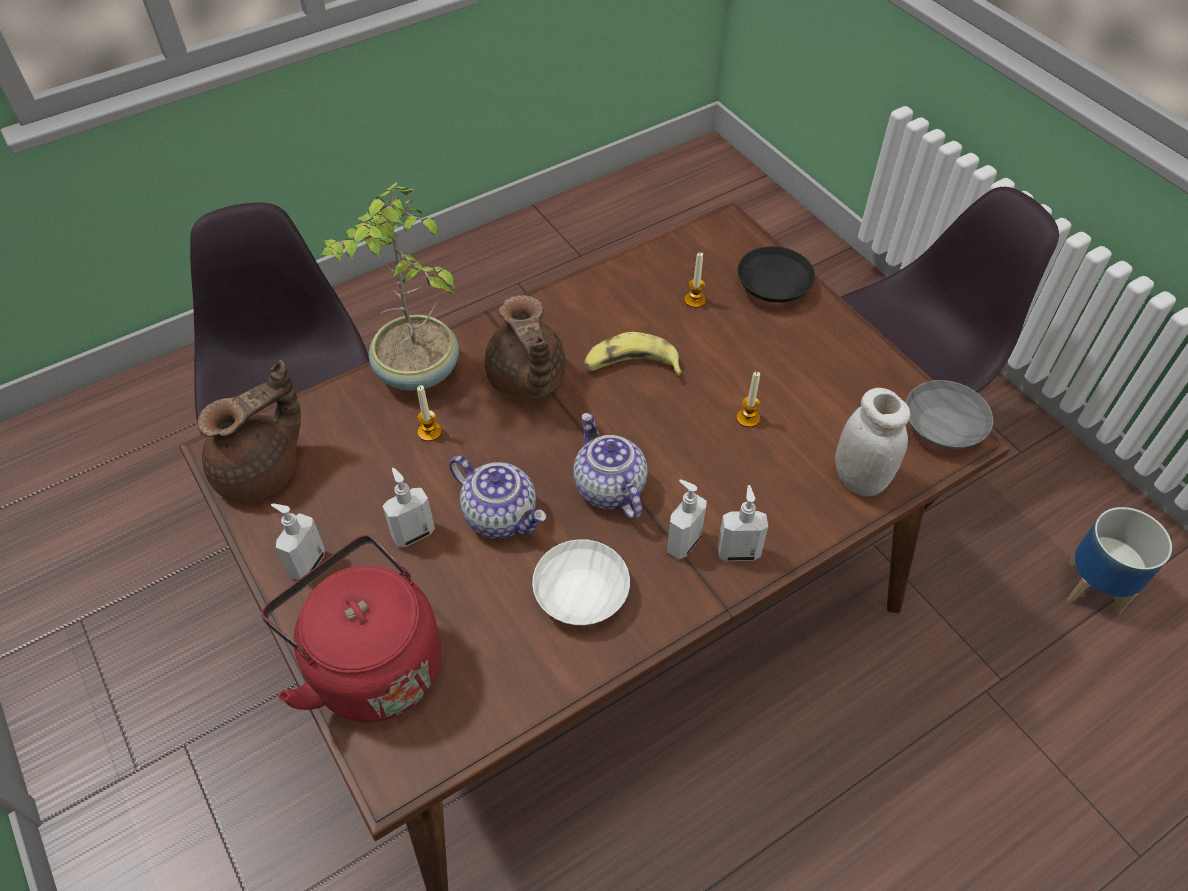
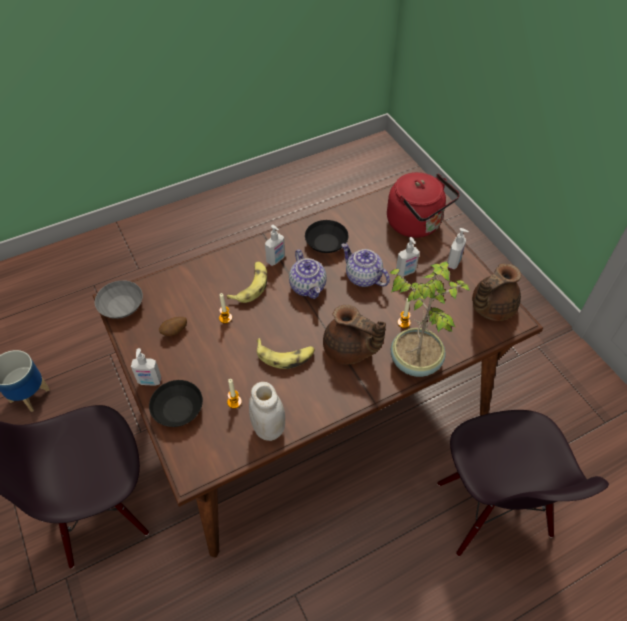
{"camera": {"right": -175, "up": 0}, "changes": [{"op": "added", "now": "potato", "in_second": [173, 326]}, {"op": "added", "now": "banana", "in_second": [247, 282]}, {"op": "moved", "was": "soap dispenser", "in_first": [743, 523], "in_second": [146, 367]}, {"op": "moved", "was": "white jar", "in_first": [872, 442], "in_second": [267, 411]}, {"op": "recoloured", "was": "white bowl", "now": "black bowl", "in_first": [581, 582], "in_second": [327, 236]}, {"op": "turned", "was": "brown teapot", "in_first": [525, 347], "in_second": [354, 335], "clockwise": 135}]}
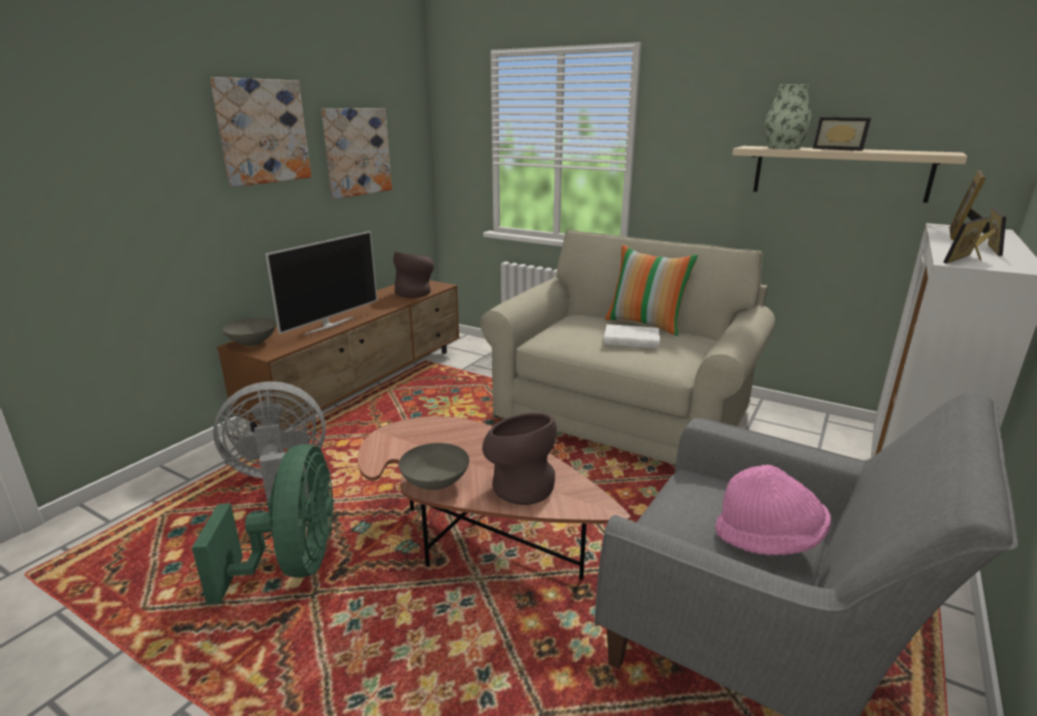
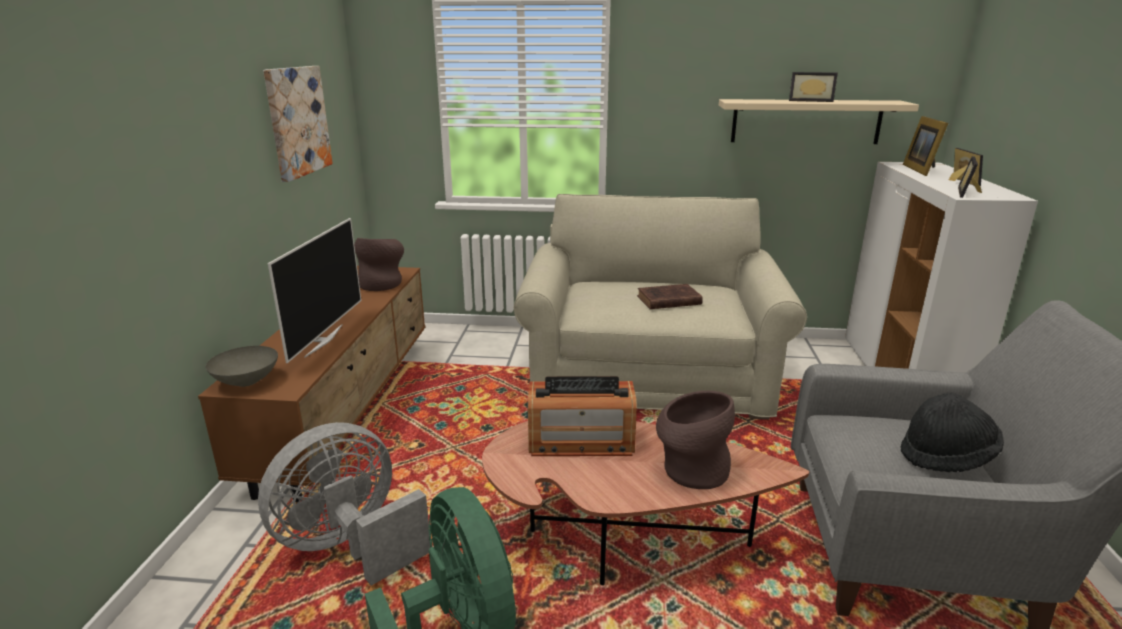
{"camera": {"right": -25, "up": 0}, "changes": [{"op": "removed", "was": "picture", "in_first": [260, 132]}, {"op": "removed", "was": "grey bowl", "in_first": [434, 466]}, {"op": "removed", "was": "pillow", "in_first": [651, 290]}, {"op": "removed", "was": "vase", "in_first": [788, 116]}, {"op": "added", "now": "radio", "in_second": [582, 416]}, {"op": "recoloured", "was": "white book", "now": "brown book", "in_first": [632, 336], "in_second": [670, 296]}, {"op": "recoloured", "was": "pink hat", "now": "black hat", "in_first": [773, 510], "in_second": [952, 432]}]}
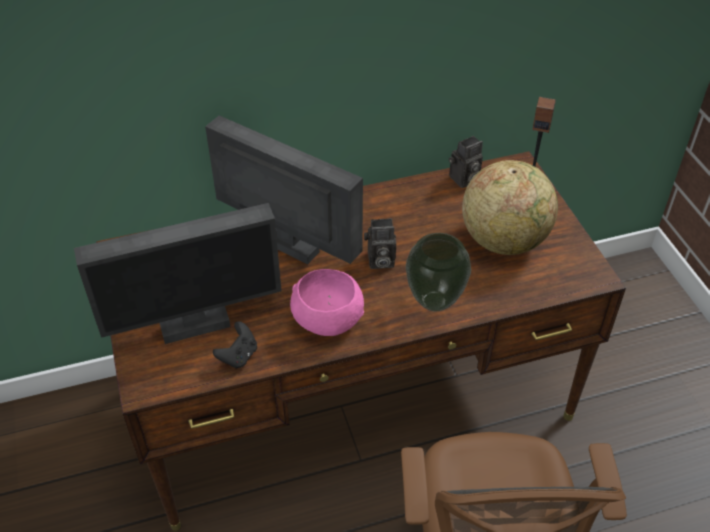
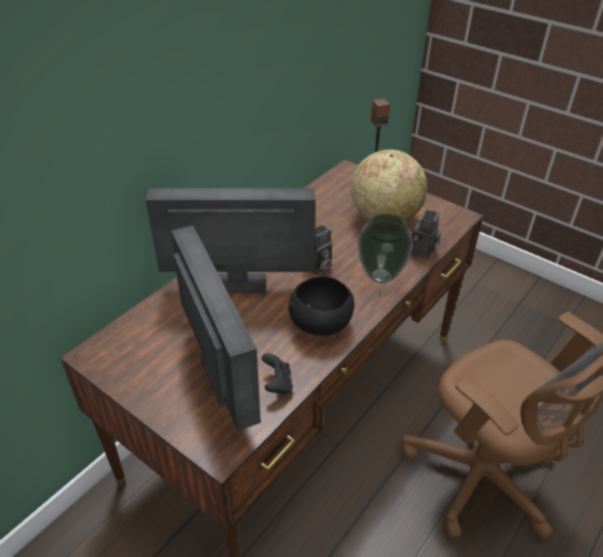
{"camera": {"right": -35, "up": -5}, "changes": [{"op": "moved", "was": "photo camera", "in_first": [466, 162], "in_second": [426, 234]}, {"op": "recoloured", "was": "pink bowl", "now": "black bowl", "in_first": [327, 302], "in_second": [321, 306]}, {"op": "turned", "was": "monitor", "in_first": [178, 273], "in_second": [216, 328], "clockwise": -60}]}
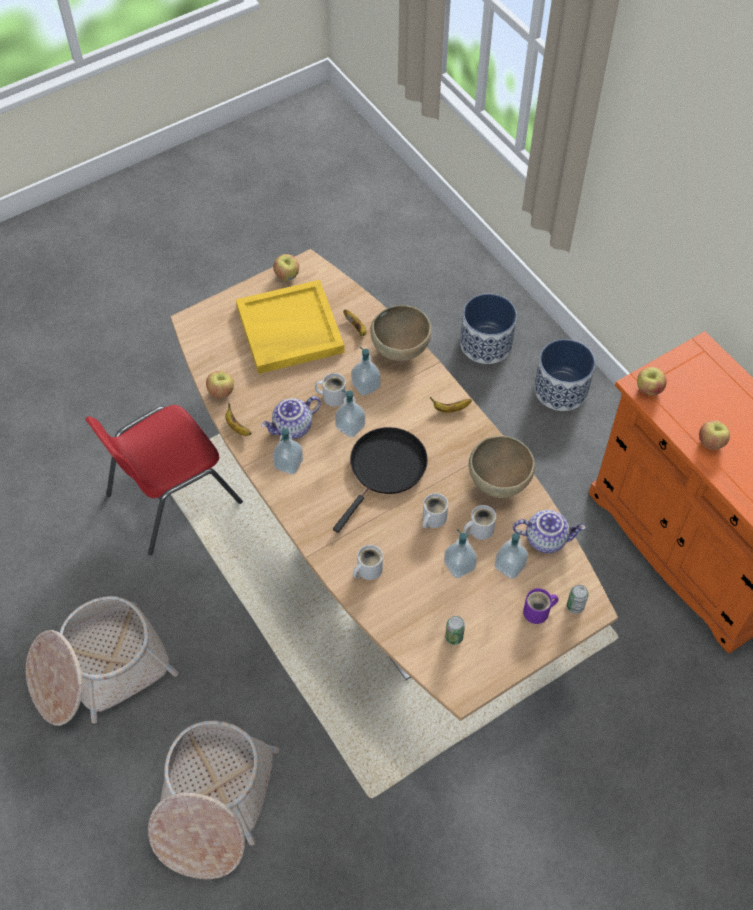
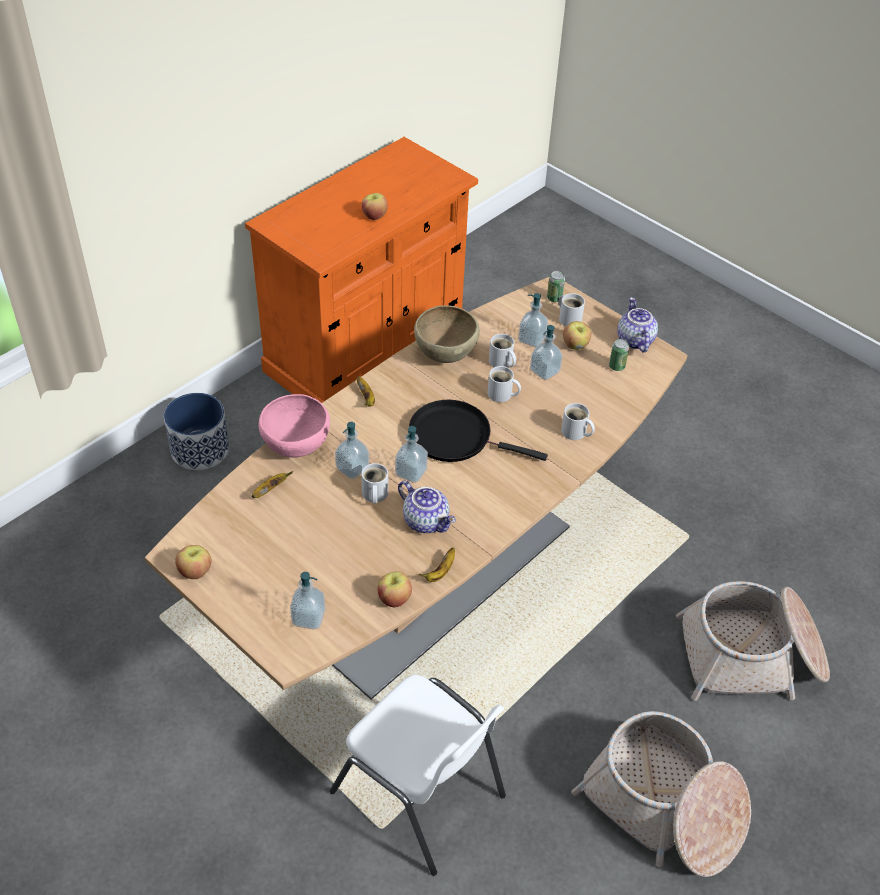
{"camera": {"right": -105, "up": -10}, "changes": [{"op": "removed", "was": "yellow tray", "in_first": [290, 327]}, {"op": "removed", "was": "planter", "in_first": [488, 329]}, {"op": "moved", "was": "soap dispenser", "in_first": [288, 451], "in_second": [307, 600]}, {"op": "moved", "was": "teapot", "in_first": [549, 531], "in_second": [637, 325]}, {"op": "moved", "was": "apple", "in_first": [652, 381], "in_second": [577, 335]}, {"op": "recoloured", "was": "red chair", "now": "white chair", "in_first": [164, 480], "in_second": [418, 775]}, {"op": "recoloured", "was": "brown bowl", "now": "pink bowl", "in_first": [401, 333], "in_second": [294, 426]}, {"op": "recoloured", "was": "purple mug", "now": "white mug", "in_first": [541, 606], "in_second": [571, 309]}]}
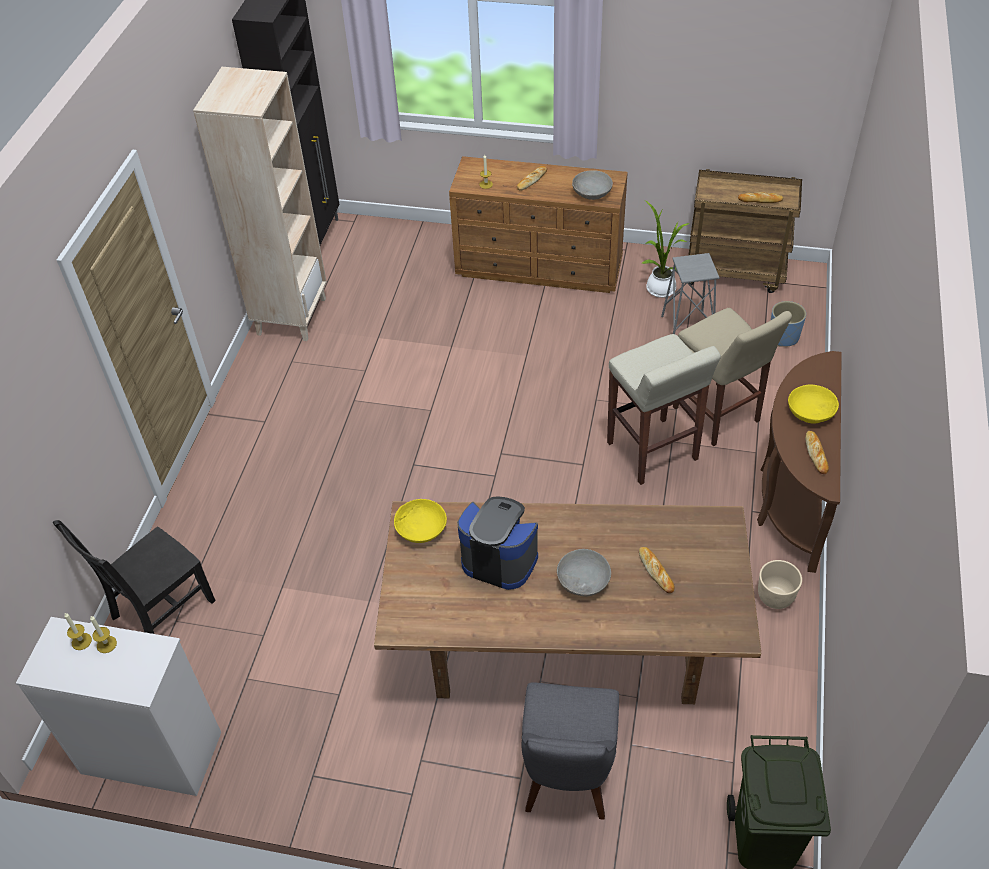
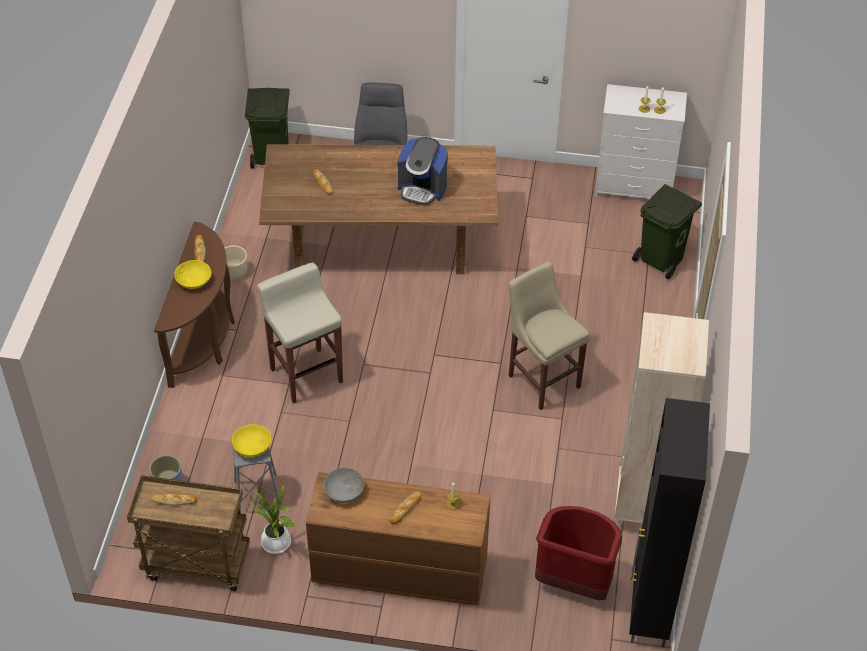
{"camera": {"right": 175, "up": 0}, "changes": [{"op": "removed", "was": "grey bowl", "in_first": [584, 573]}, {"op": "added", "now": "red trash can", "in_second": [578, 553]}, {"op": "moved", "was": "yellow bowl", "in_first": [420, 521], "in_second": [251, 440]}, {"op": "moved", "was": "beige stool", "in_first": [732, 377], "in_second": [549, 336]}, {"op": "replaced", "was": "black chair", "now": "green trash can", "in_first": [134, 577], "in_second": [667, 231]}]}
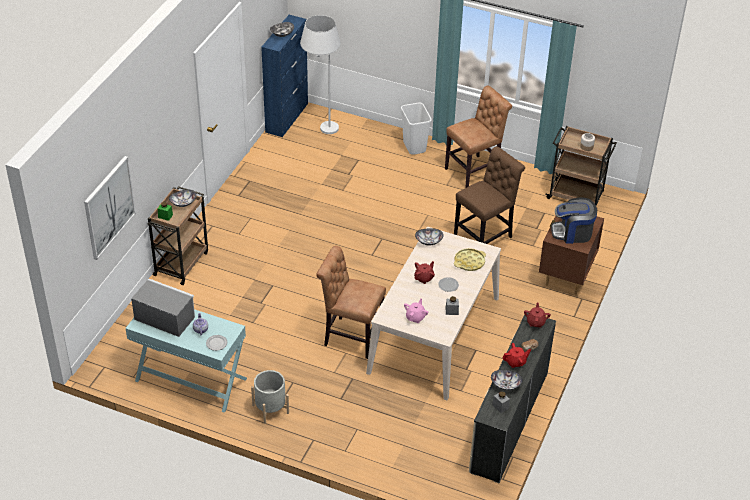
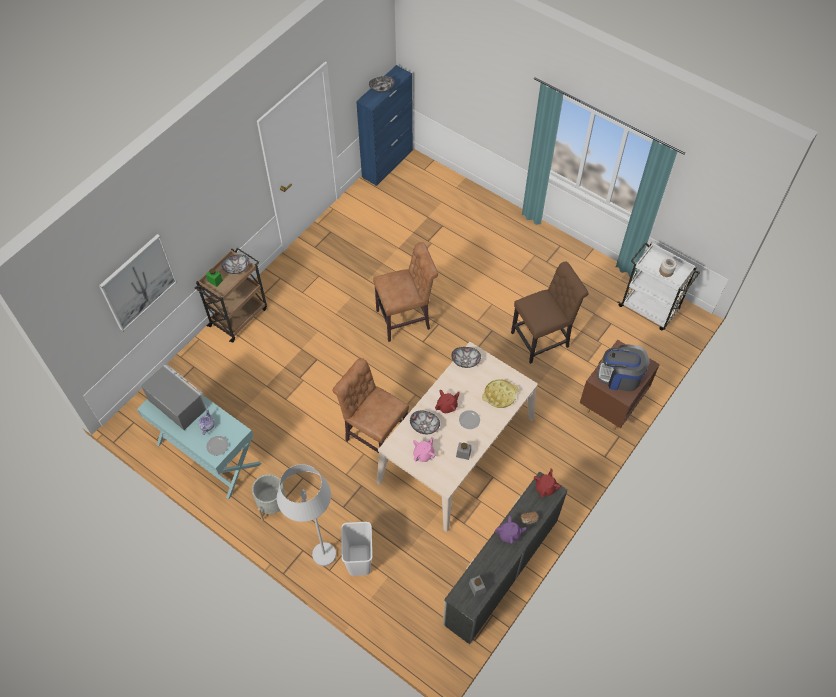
{"camera": {"right": 15, "up": 15}, "changes": [{"op": "moved", "was": "white floor lamp", "in_first": [320, 74], "in_second": [306, 515]}, {"op": "moved", "was": "white trash can", "in_first": [416, 129], "in_second": [357, 549]}, {"op": "moved", "was": "brown chair", "in_first": [478, 137], "in_second": [405, 292]}, {"op": "moved", "was": "bowl", "in_first": [507, 380], "in_second": [425, 422]}, {"op": "recoloured", "was": "red teapot", "now": "purple teapot", "in_first": [517, 355], "in_second": [510, 530]}, {"op": "recoloured", "was": "brown cart", "now": "white cart", "in_first": [581, 165], "in_second": [659, 286]}]}
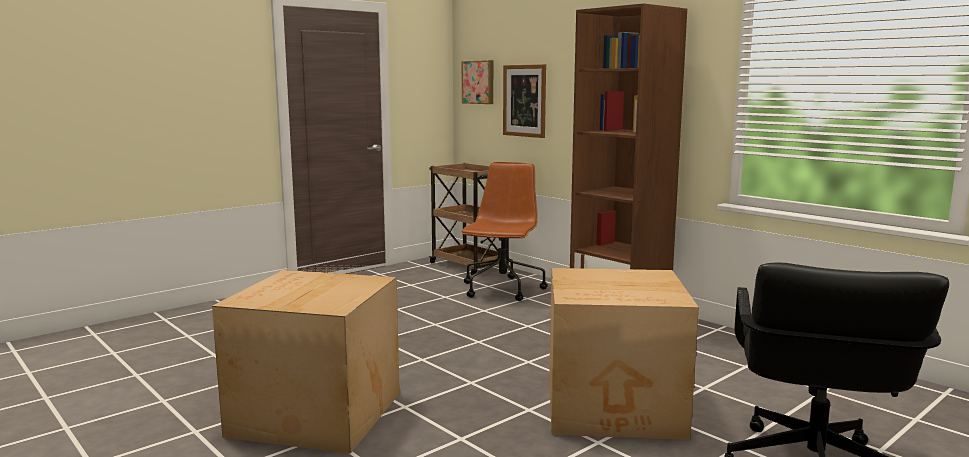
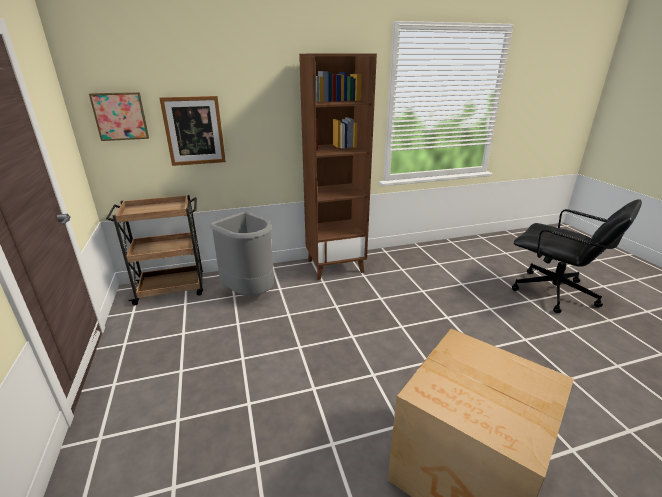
{"camera": {"right": -65, "up": 15}, "changes": [{"op": "removed", "was": "cardboard box", "in_first": [624, 354]}, {"op": "replaced", "was": "brown office chair", "now": "grey trash can", "in_first": [504, 231], "in_second": [242, 254]}]}
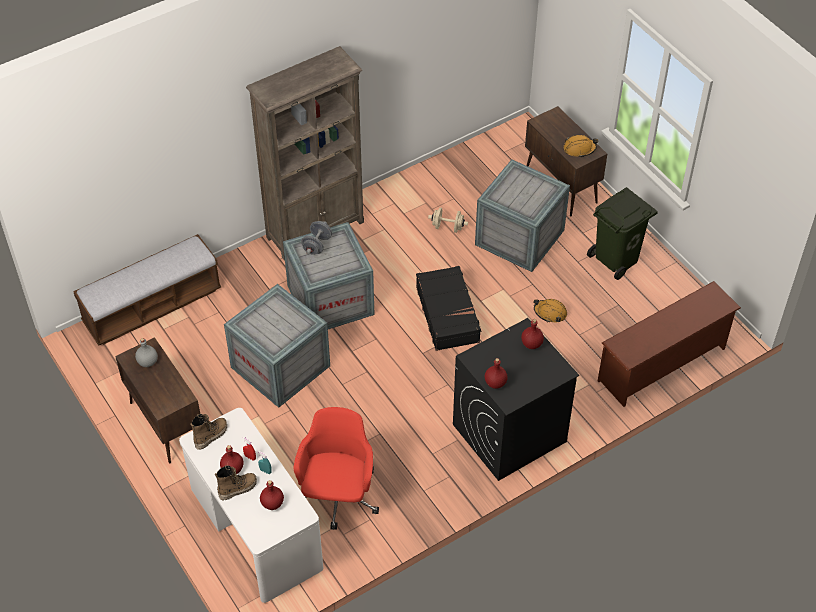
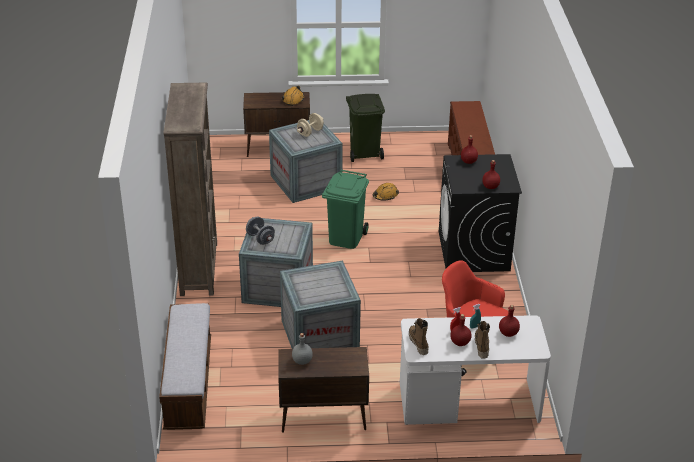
{"camera": {"right": -60, "up": -15}, "changes": [{"op": "moved", "was": "beige dumbbell", "in_first": [448, 220], "in_second": [310, 125]}, {"op": "replaced", "was": "black suitcase", "now": "green trash can", "in_first": [449, 308], "in_second": [345, 209]}]}
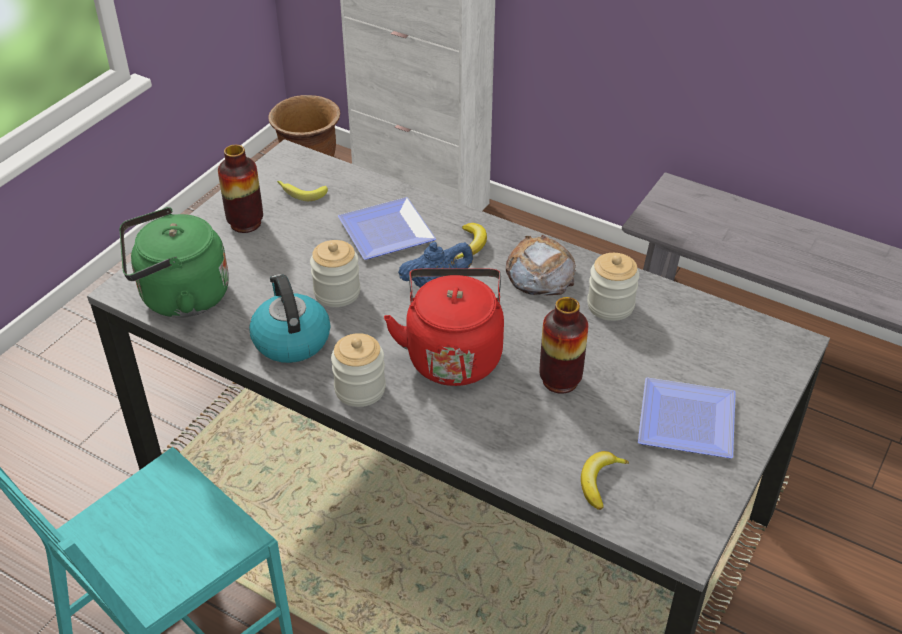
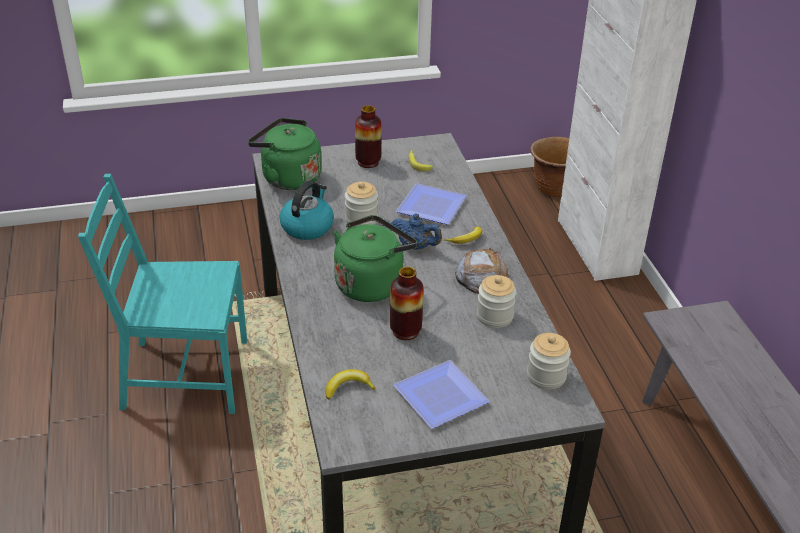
{"camera": {"right": 45, "up": -5}, "changes": [{"op": "moved", "was": "jar", "in_first": [358, 370], "in_second": [549, 361]}, {"op": "recoloured", "was": "red kettle", "now": "green kettle", "in_first": [444, 327], "in_second": [375, 258]}]}
